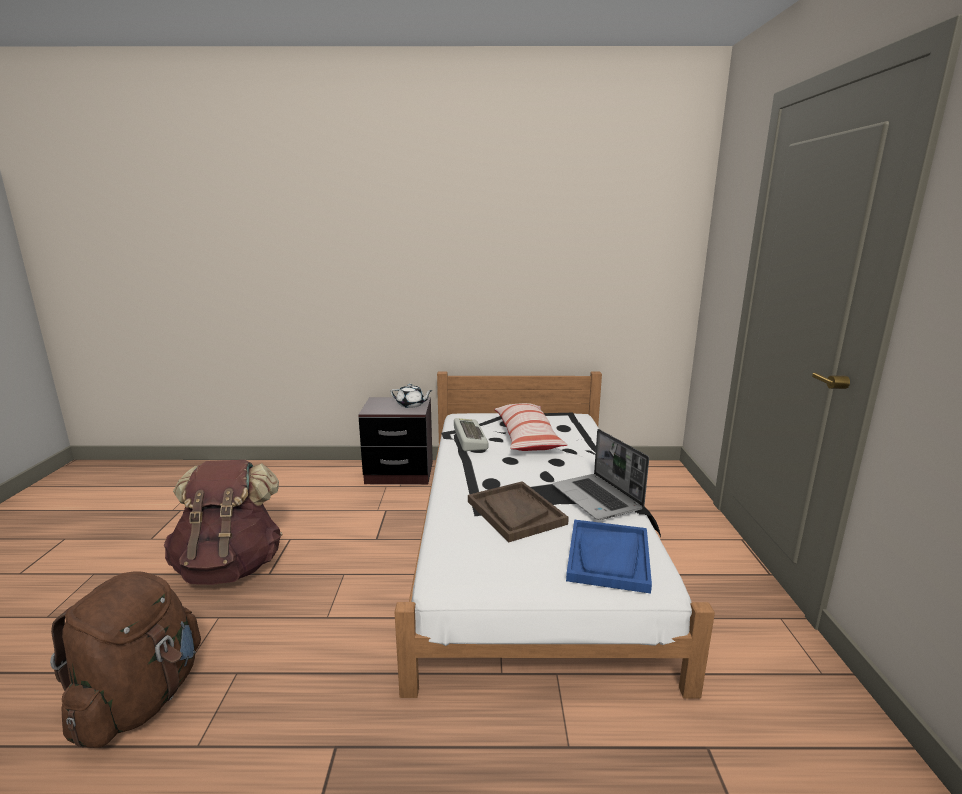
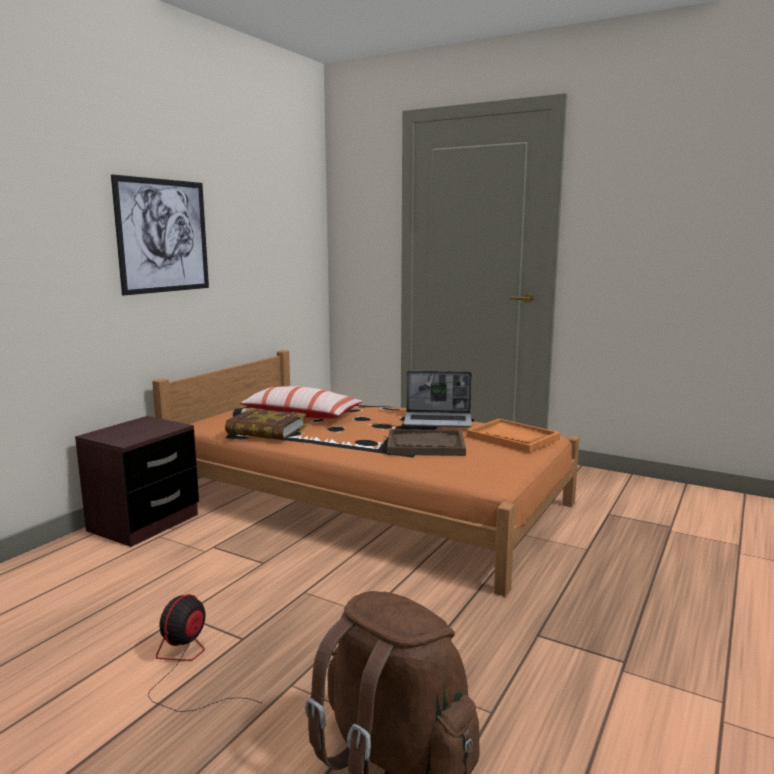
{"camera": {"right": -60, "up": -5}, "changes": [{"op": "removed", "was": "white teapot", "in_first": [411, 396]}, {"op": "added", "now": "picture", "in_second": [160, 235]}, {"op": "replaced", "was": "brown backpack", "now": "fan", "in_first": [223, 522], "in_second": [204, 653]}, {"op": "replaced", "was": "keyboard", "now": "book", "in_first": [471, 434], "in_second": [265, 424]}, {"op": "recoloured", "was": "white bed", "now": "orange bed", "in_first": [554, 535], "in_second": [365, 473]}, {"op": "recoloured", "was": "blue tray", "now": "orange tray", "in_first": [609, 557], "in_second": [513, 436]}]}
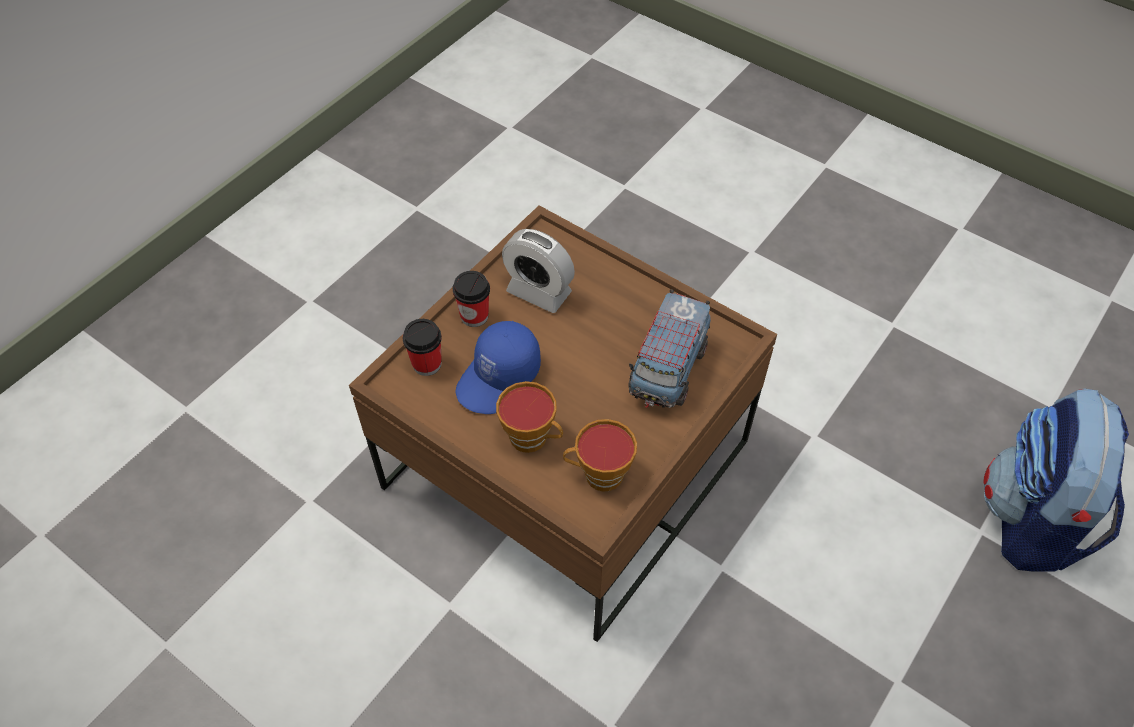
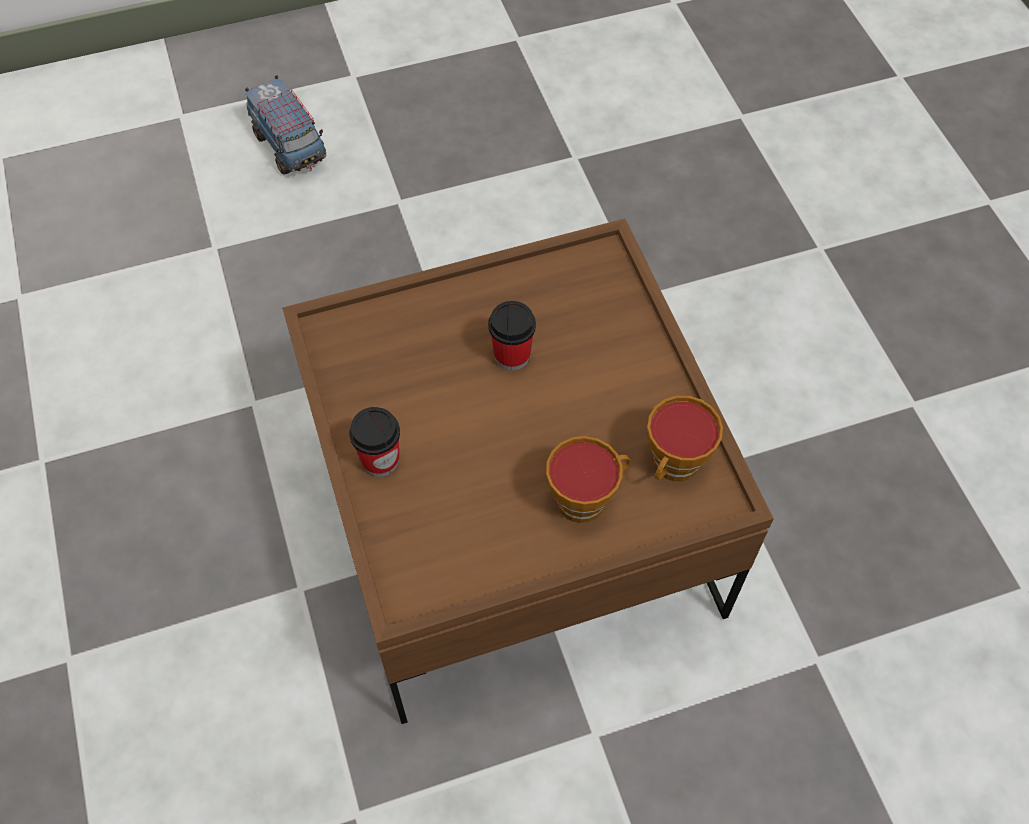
{"camera": {"right": -55, "up": 5}, "changes": [{"op": "removed", "was": "blue cap", "in_first": [498, 367]}, {"op": "removed", "was": "alarm clock", "in_first": [538, 271]}, {"op": "removed", "was": "backpack", "in_first": [1056, 480]}, {"op": "moved", "was": "cup", "in_first": [422, 347], "in_second": [512, 335]}, {"op": "moved", "was": "toy truck", "in_first": [669, 348], "in_second": [286, 125]}]}
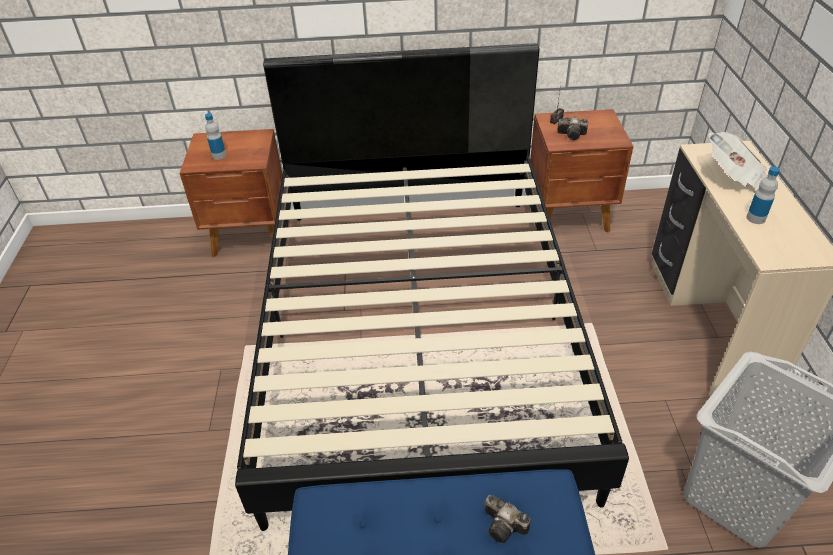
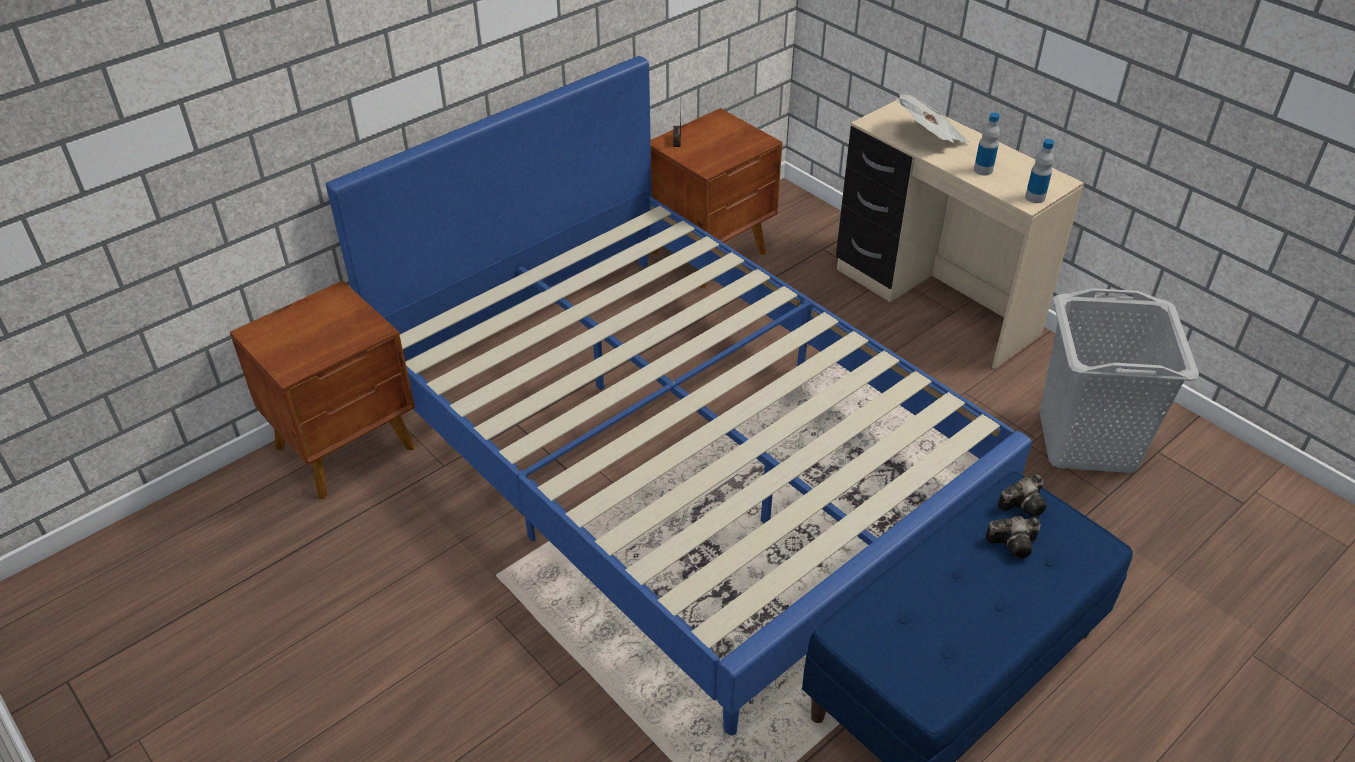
{"camera": {"right": -40, "up": 0}, "changes": [{"op": "moved", "was": "bottle", "in_first": [215, 136], "in_second": [1039, 171]}, {"op": "moved", "was": "photo camera", "in_first": [572, 128], "in_second": [1022, 495]}, {"op": "recoloured", "was": "black bed", "now": "blue bed", "in_first": [432, 287], "in_second": [679, 395]}]}
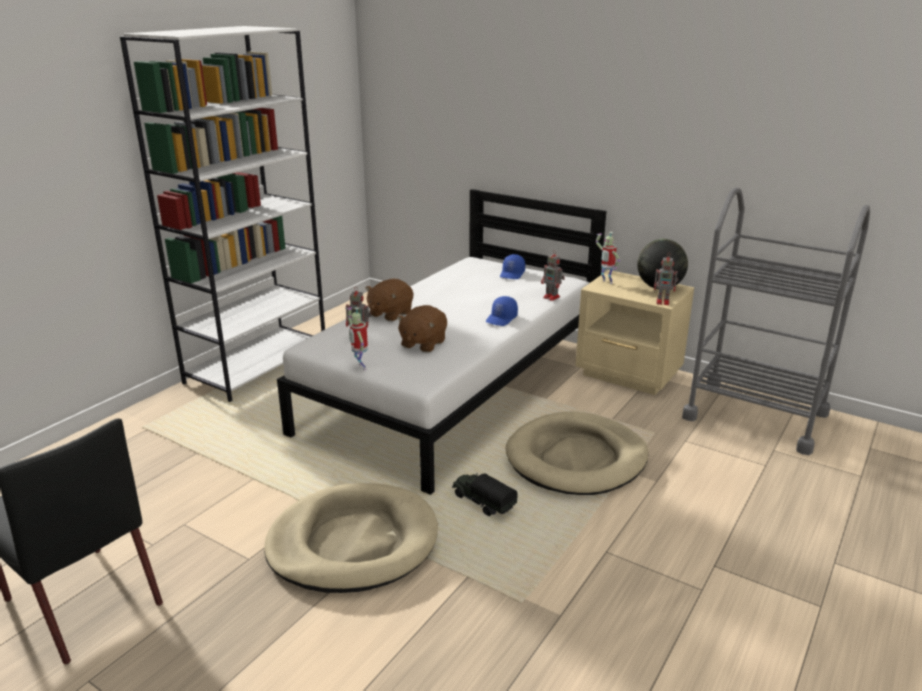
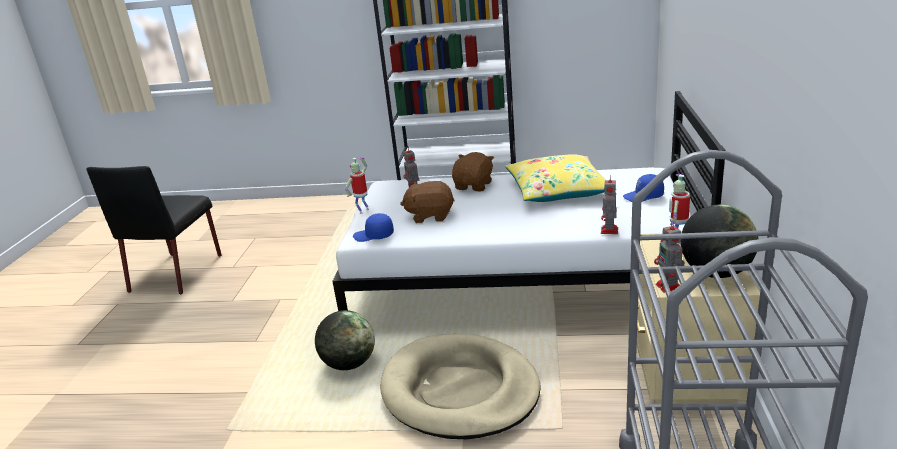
{"camera": {"right": 65, "up": 0}, "changes": [{"op": "removed", "was": "beige dog bed", "in_first": [351, 538]}, {"op": "added", "now": "yellow pillow", "in_second": [555, 178]}, {"op": "moved", "was": "blue cap", "in_first": [502, 311], "in_second": [373, 227]}, {"op": "replaced", "was": "toy truck", "now": "globe", "in_first": [484, 495], "in_second": [345, 340]}, {"op": "turned", "was": "brown plush toy", "in_first": [389, 300], "in_second": [473, 171], "clockwise": 105}]}
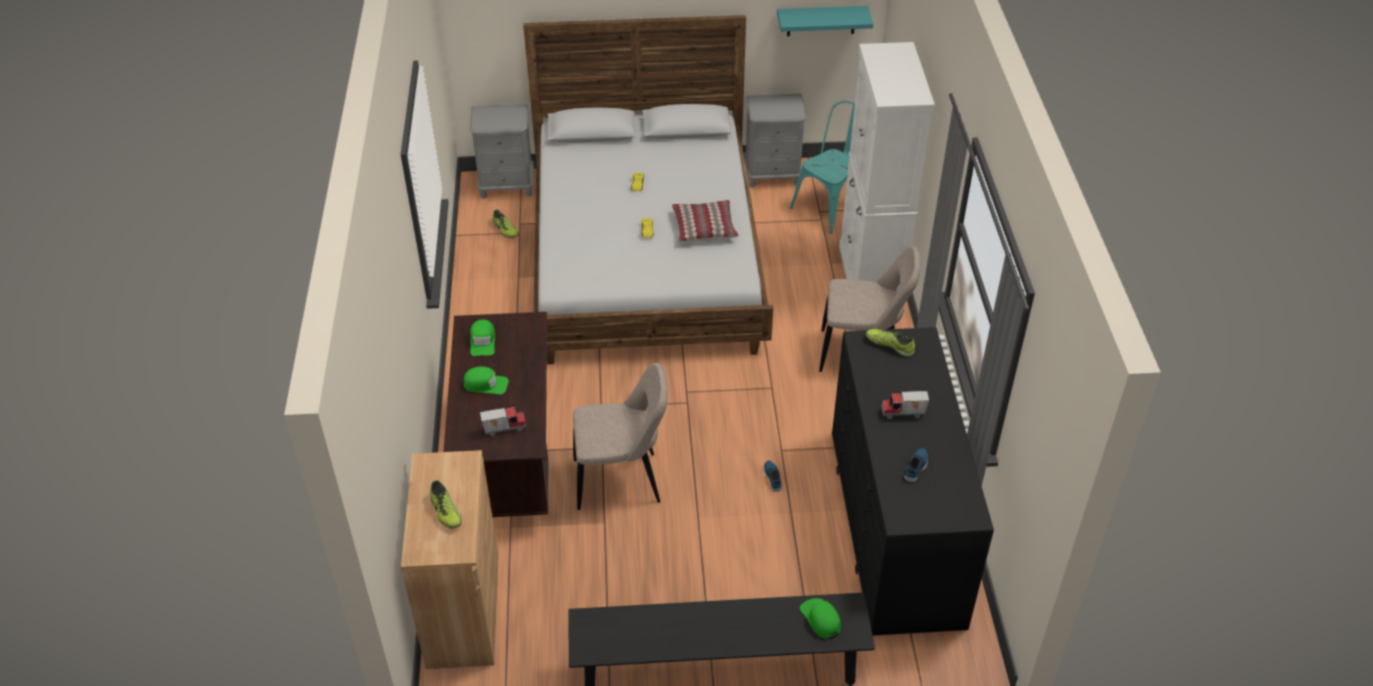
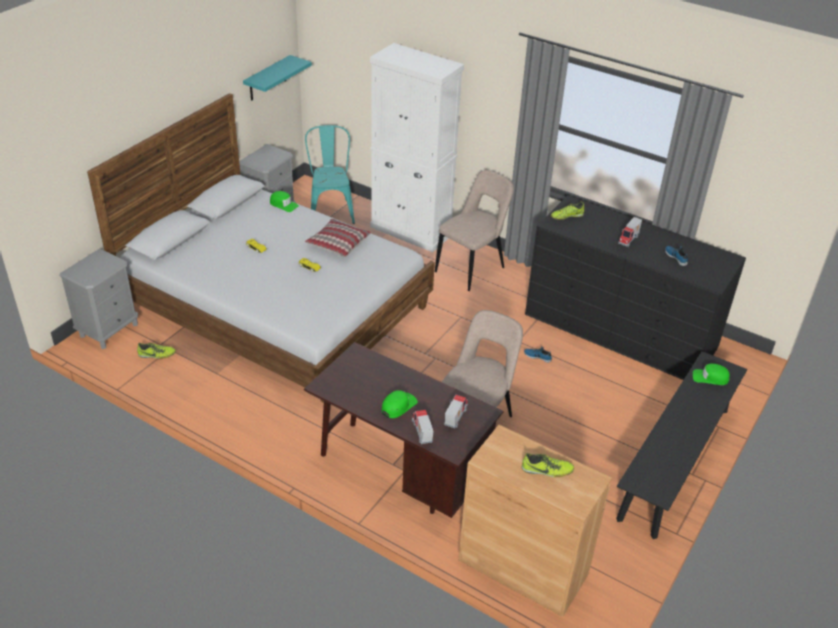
{"camera": {"right": -55, "up": -5}, "changes": [{"op": "added", "now": "toy truck", "in_second": [422, 427]}, {"op": "moved", "was": "green cap", "in_first": [482, 337], "in_second": [284, 201]}]}
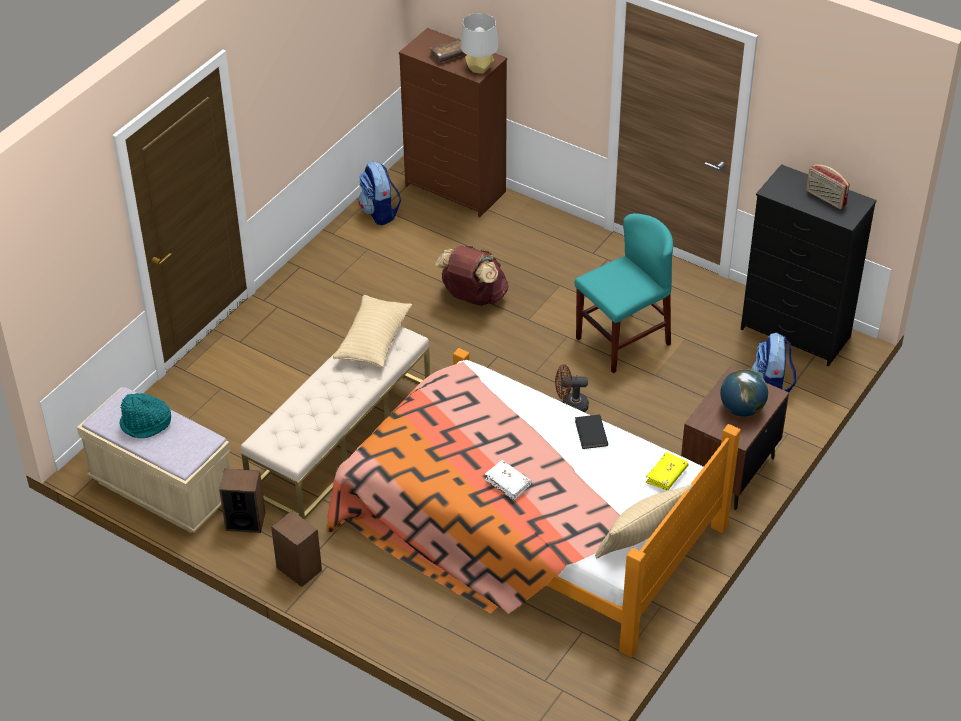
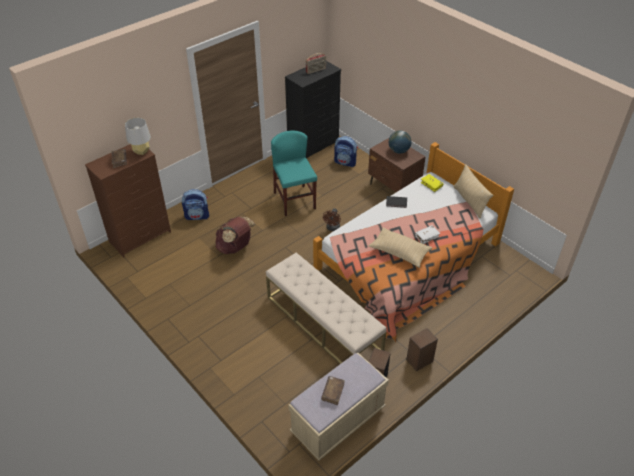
{"camera": {"right": -75, "up": 0}, "changes": [{"op": "moved", "was": "beige pillow", "in_first": [372, 331], "in_second": [400, 247]}, {"op": "moved", "was": "backpack", "in_first": [379, 193], "in_second": [195, 204]}, {"op": "replaced", "was": "turquoise hat", "now": "brown book", "in_first": [145, 415], "in_second": [333, 390]}]}
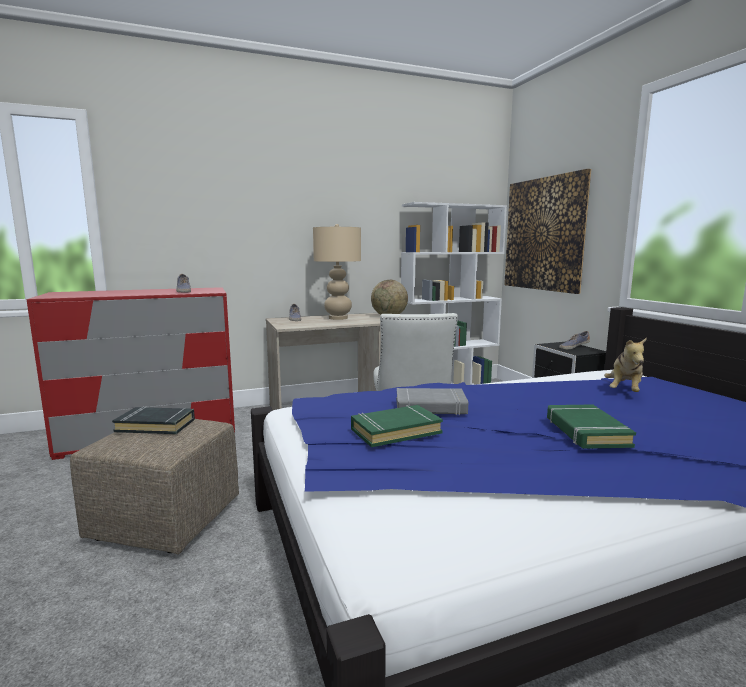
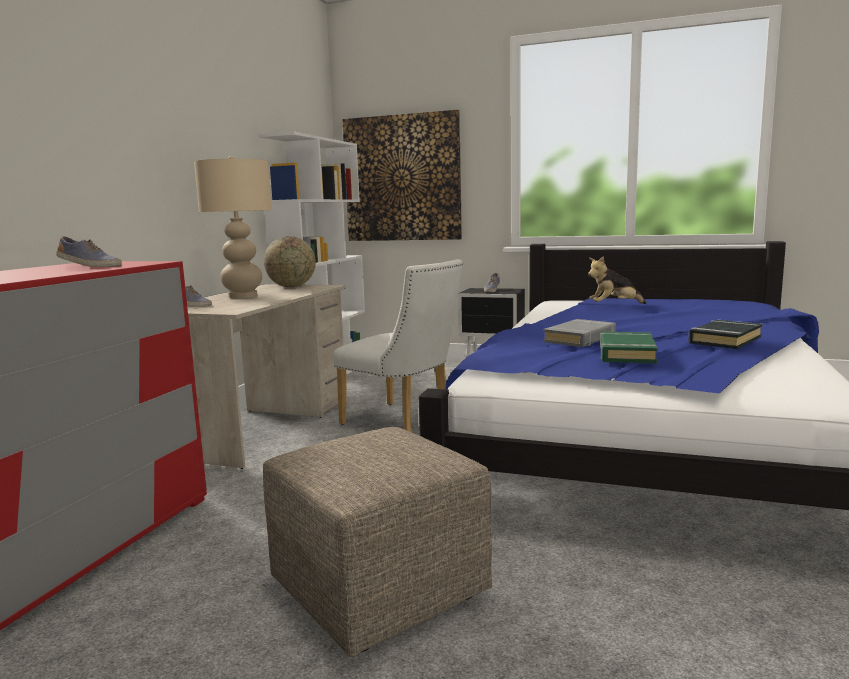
{"camera": {"right": -50, "up": 0}, "changes": [{"op": "removed", "was": "green book", "in_first": [591, 426]}, {"op": "moved", "was": "black book", "in_first": [153, 420], "in_second": [725, 334]}, {"op": "turned", "was": "plush toy", "in_first": [625, 365], "in_second": [617, 280], "clockwise": 105}]}
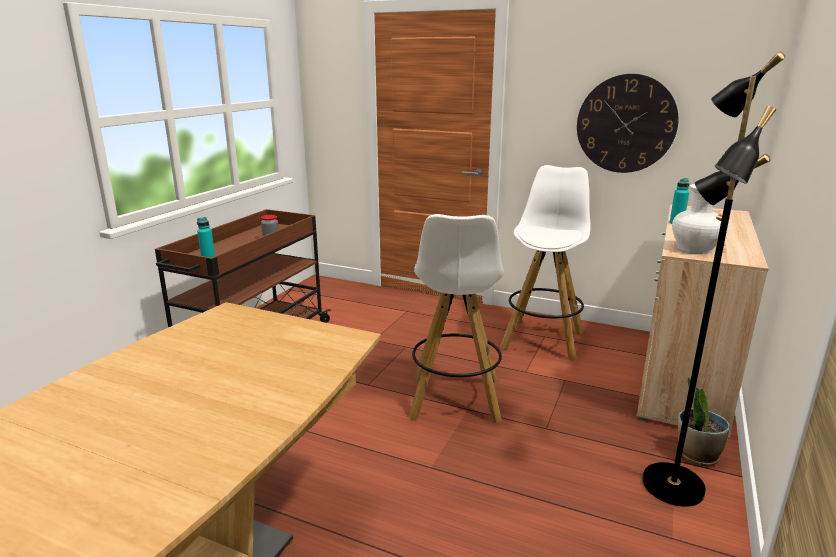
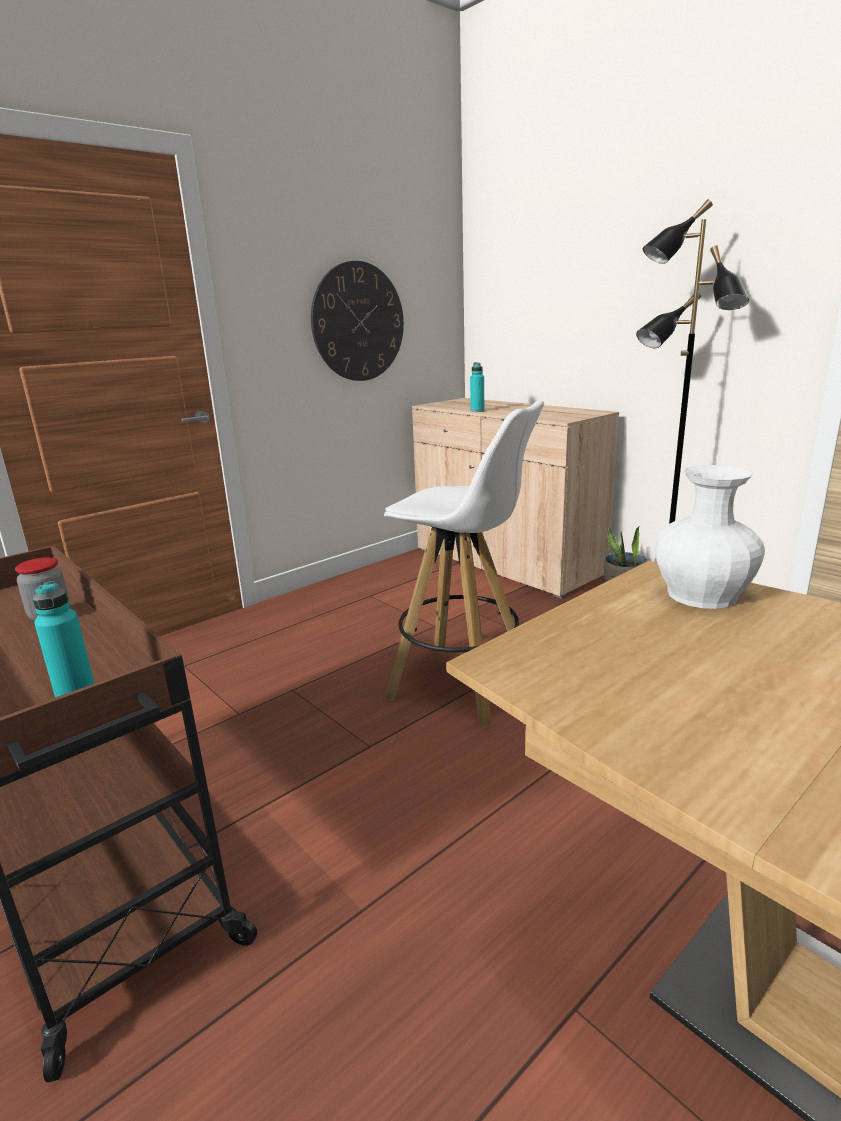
{"camera": {"right": -65, "up": 0}, "changes": [{"op": "removed", "was": "white stool", "in_first": [545, 263]}, {"op": "moved", "was": "white vase", "in_first": [696, 219], "in_second": [709, 537]}]}
